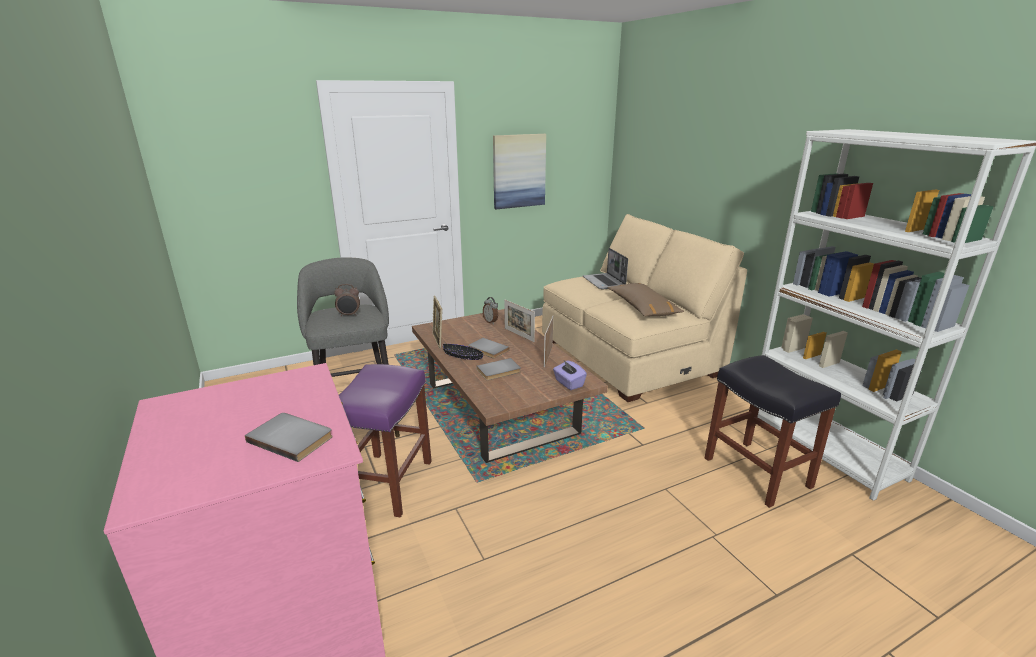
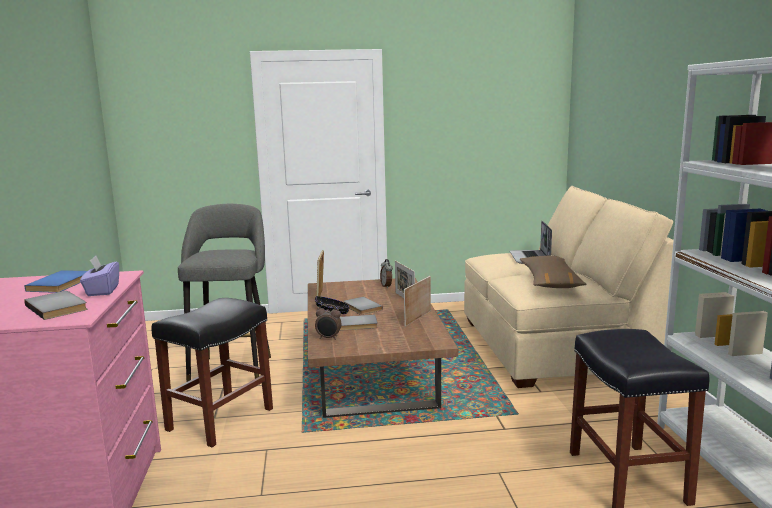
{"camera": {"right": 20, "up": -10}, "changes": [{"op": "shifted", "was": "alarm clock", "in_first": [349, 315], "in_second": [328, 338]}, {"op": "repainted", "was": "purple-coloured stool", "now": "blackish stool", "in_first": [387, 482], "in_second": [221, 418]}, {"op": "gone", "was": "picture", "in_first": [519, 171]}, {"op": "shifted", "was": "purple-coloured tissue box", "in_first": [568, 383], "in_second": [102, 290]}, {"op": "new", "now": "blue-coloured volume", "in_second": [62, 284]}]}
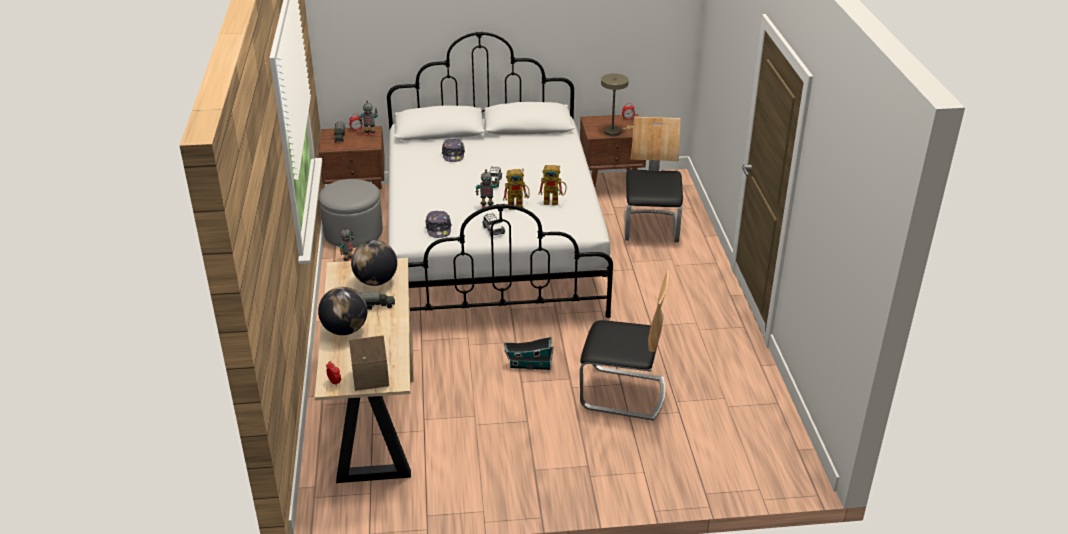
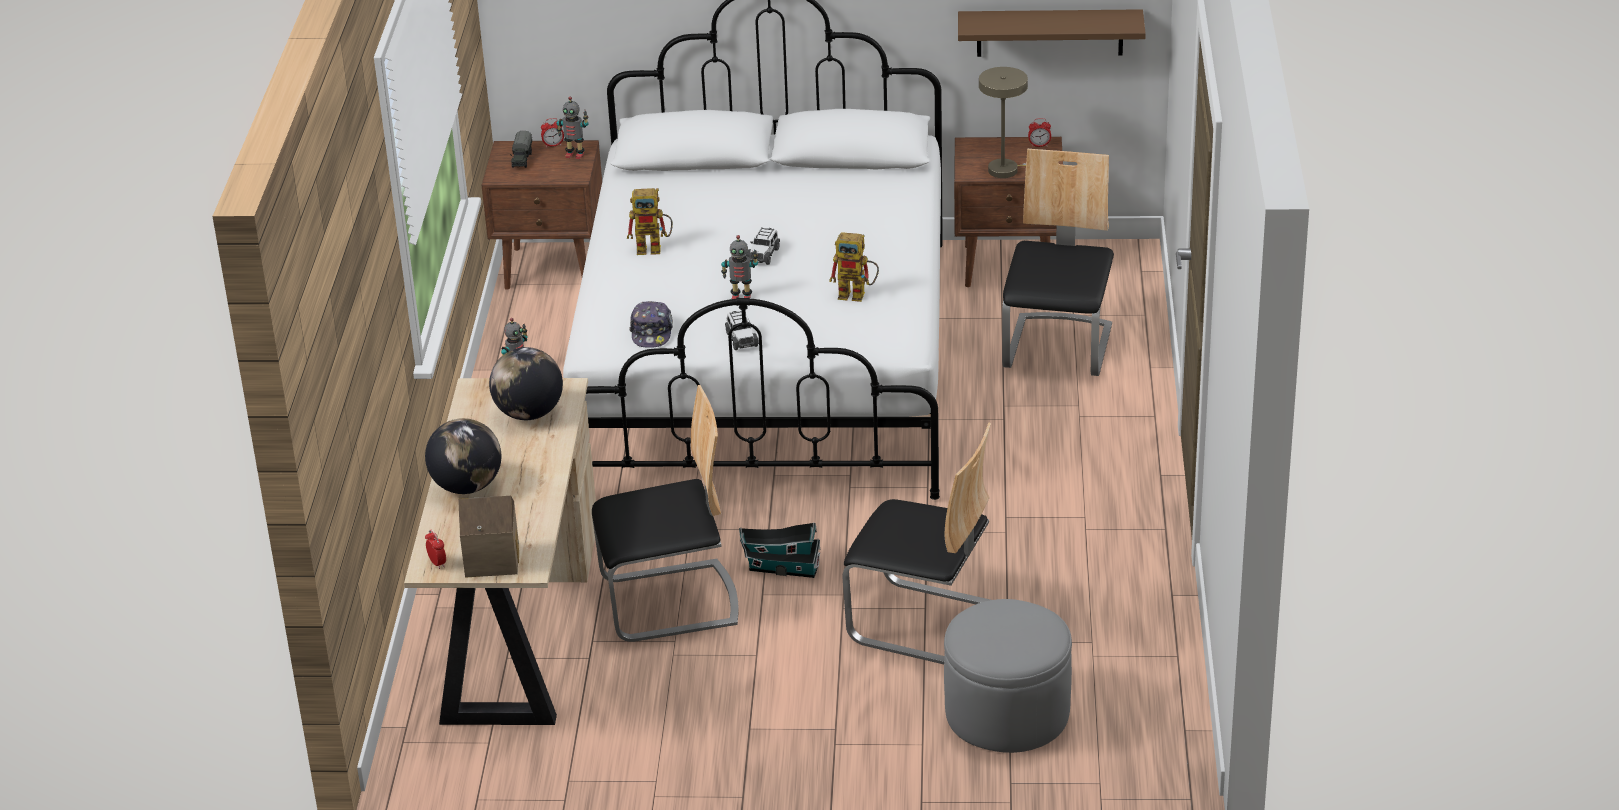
{"camera": {"right": 10, "up": 0}, "changes": [{"op": "shifted", "was": "grey pouffe", "in_first": [353, 232], "in_second": [1007, 712]}, {"op": "gone", "was": "toy lorry", "in_first": [378, 305]}, {"op": "gone", "was": "baseball cap", "in_first": [453, 155]}, {"op": "shifted", "was": "robot figure", "in_first": [518, 205], "in_second": [654, 248]}, {"op": "new", "now": "chair", "in_second": [669, 602]}, {"op": "new", "now": "brown-coloured bracket shelf", "in_second": [1050, 32]}]}
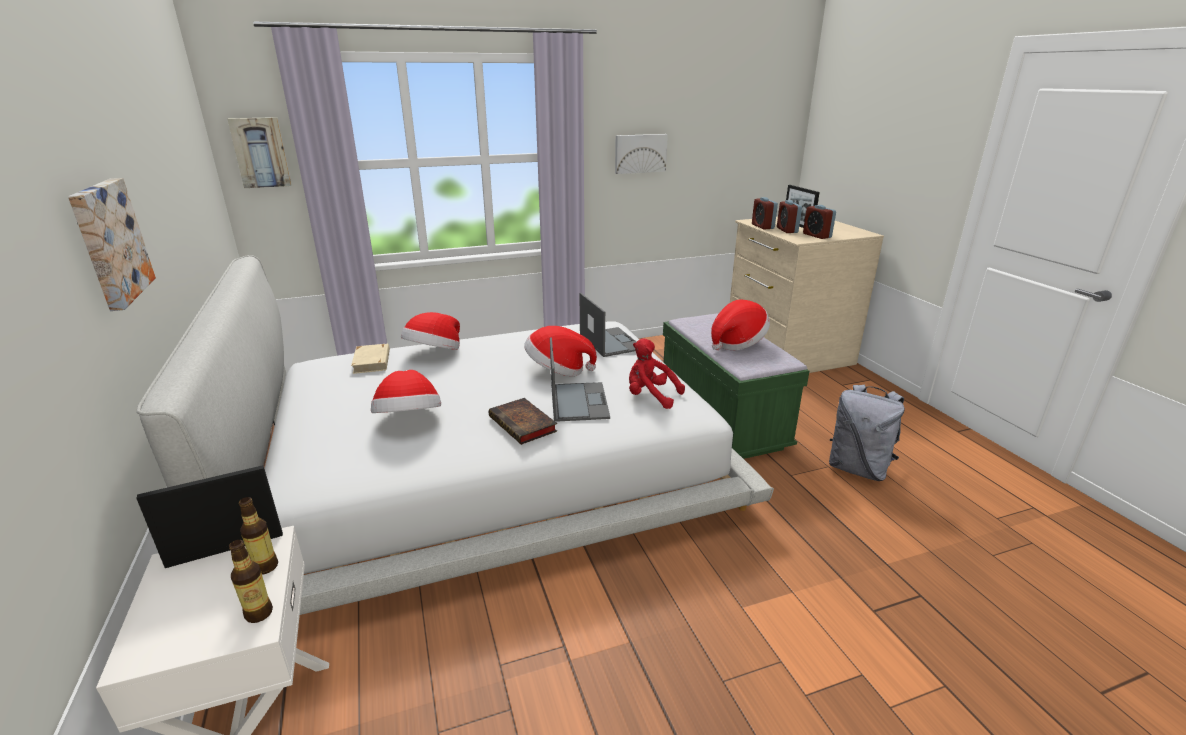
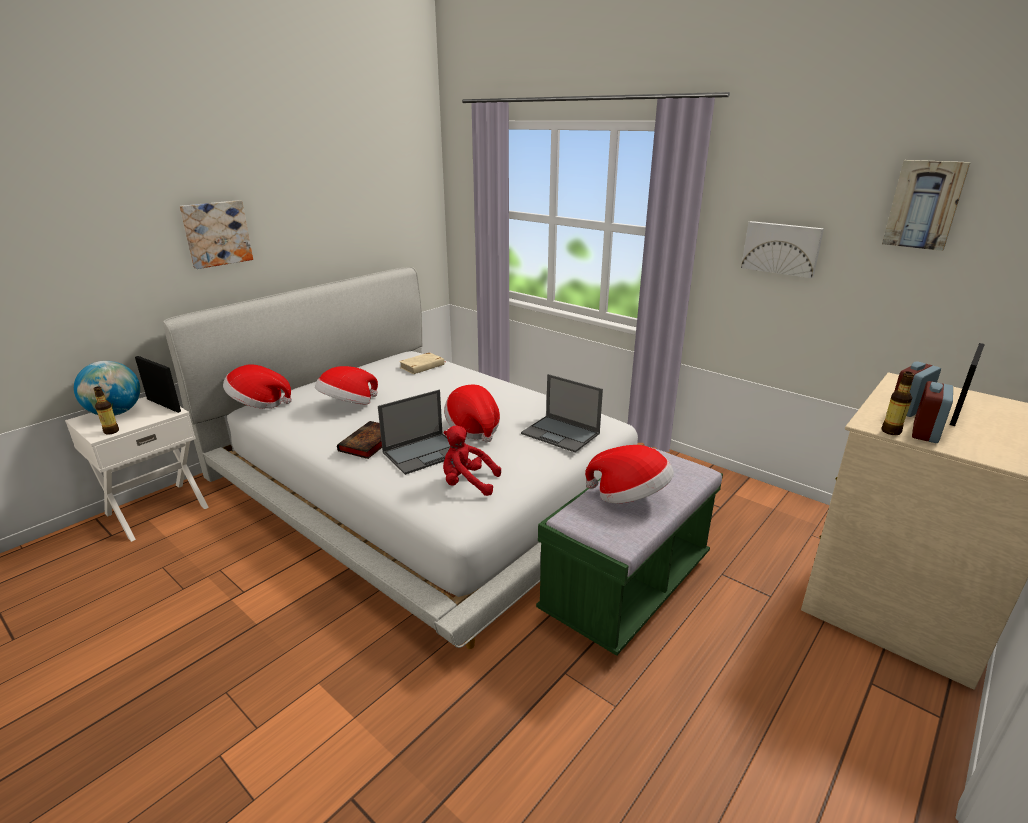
{"camera": {"right": 60, "up": 0}, "changes": [{"op": "shifted", "was": "picture", "in_first": [261, 152], "in_second": [924, 204]}, {"op": "shifted", "was": "bottle", "in_first": [265, 567], "in_second": [890, 431]}, {"op": "shifted", "was": "clothing hat", "in_first": [434, 354], "in_second": [258, 404]}, {"op": "rotated", "was": "laptop", "in_first": [610, 342], "in_second": [561, 434], "clockwise": 90}, {"op": "rotated", "was": "red plush toy", "in_first": [650, 396], "in_second": [467, 483], "clockwise": -75}, {"op": "gone", "was": "alarm clock", "in_first": [762, 226]}, {"op": "gone", "was": "grey backpack", "in_first": [858, 469]}, {"op": "new", "now": "desk globe", "in_second": [116, 413]}]}
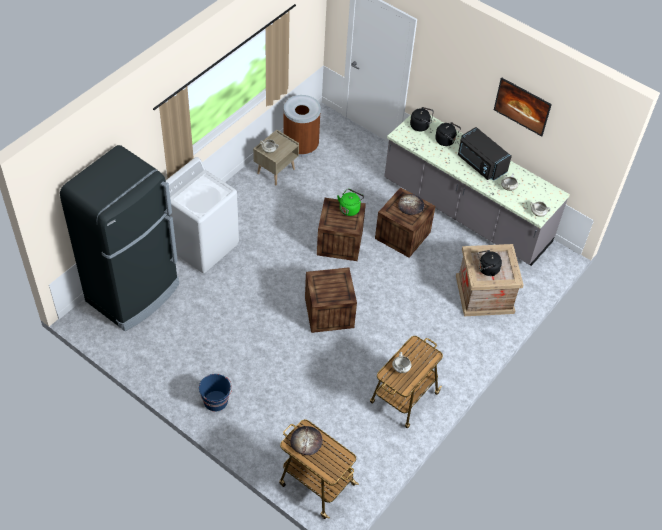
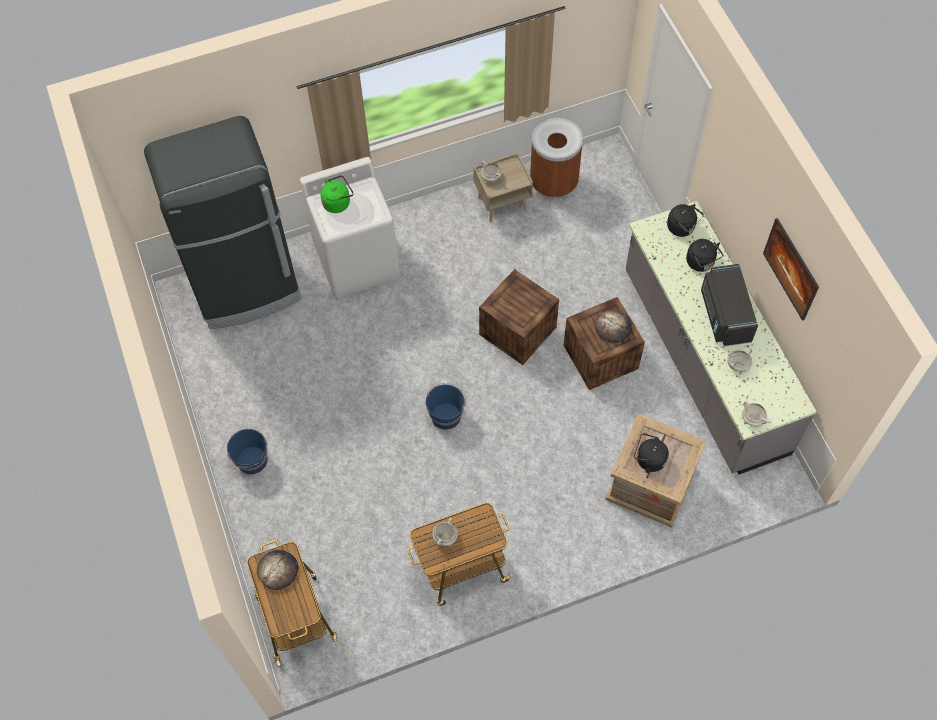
{"camera": {"right": 35, "up": 10}, "changes": [{"op": "swapped", "was": "packing crate", "now": "blue-coloured water bucket", "in_first": [329, 312], "in_second": [446, 415]}, {"op": "shifted", "was": "greenish water kettle", "in_first": [350, 208], "in_second": [338, 202]}]}
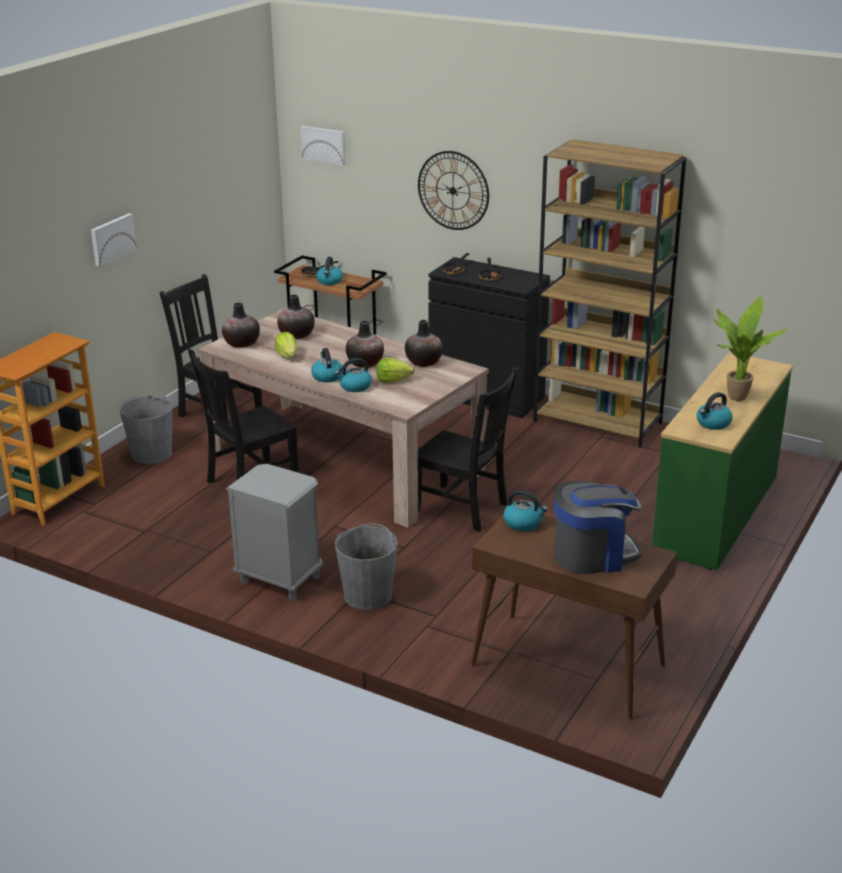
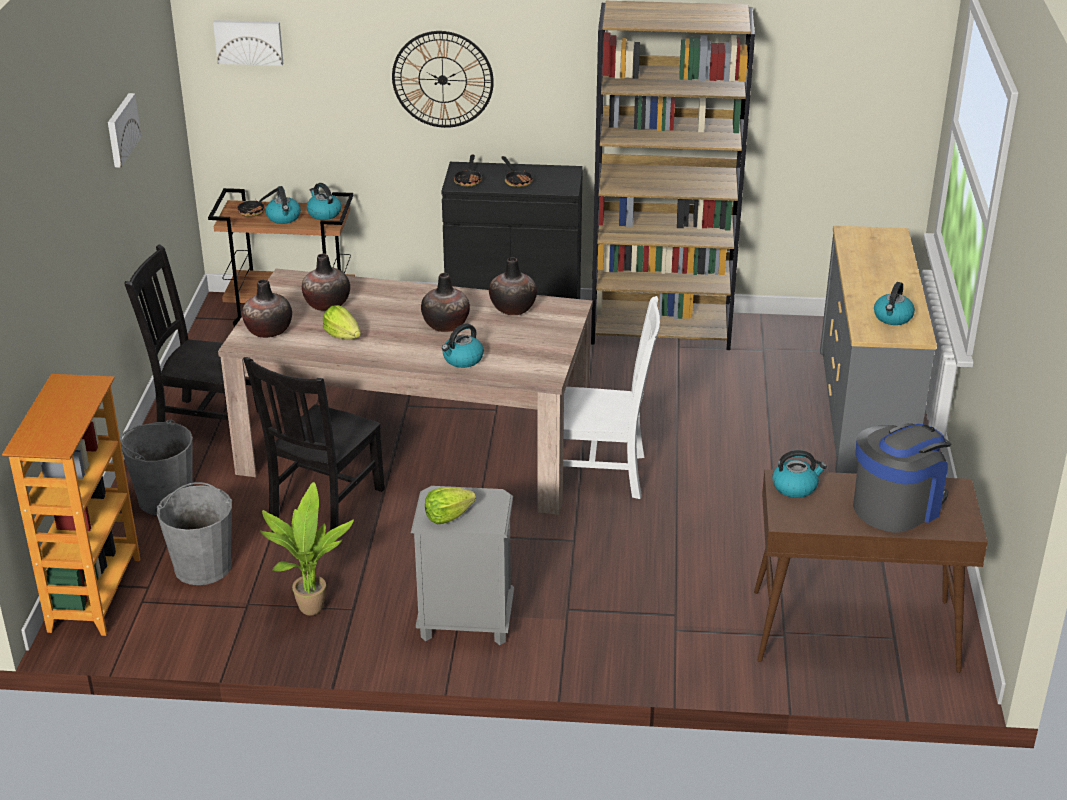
{"camera": {"right": -25, "up": 5}, "changes": [{"op": "shifted", "was": "picture", "in_first": [112, 239], "in_second": [121, 129]}, {"op": "shifted", "was": "water kettle", "in_first": [327, 376], "in_second": [323, 213]}, {"op": "shifted", "was": "grey water bucket", "in_first": [368, 595], "in_second": [203, 566]}, {"op": "shifted", "was": "lettuce", "in_first": [393, 380], "in_second": [448, 516]}, {"op": "repainted", "was": "blackish chair", "now": "white-coloured chair", "in_first": [463, 509], "in_second": [601, 474]}, {"op": "repainted", "was": "greenish dresser", "now": "grey dresser", "in_first": [717, 514], "in_second": [865, 411]}, {"op": "shifted", "was": "houseplant", "in_first": [734, 396], "in_second": [307, 608]}]}
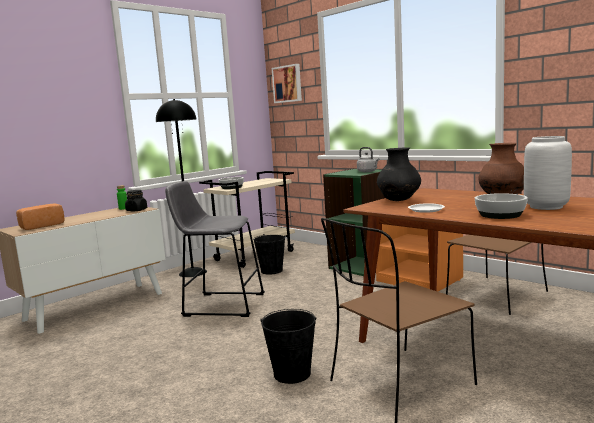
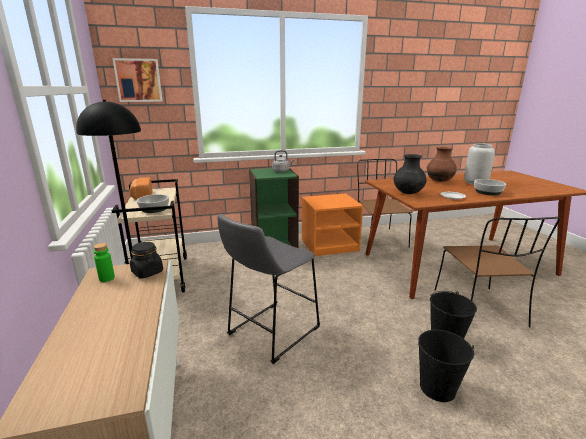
{"camera": {"right": -60, "up": 10}, "changes": [{"op": "shifted", "was": "bakery bread", "in_first": [41, 226], "in_second": [142, 196]}, {"op": "shifted", "was": "blackish water bucket", "in_first": [272, 271], "in_second": [437, 387]}]}
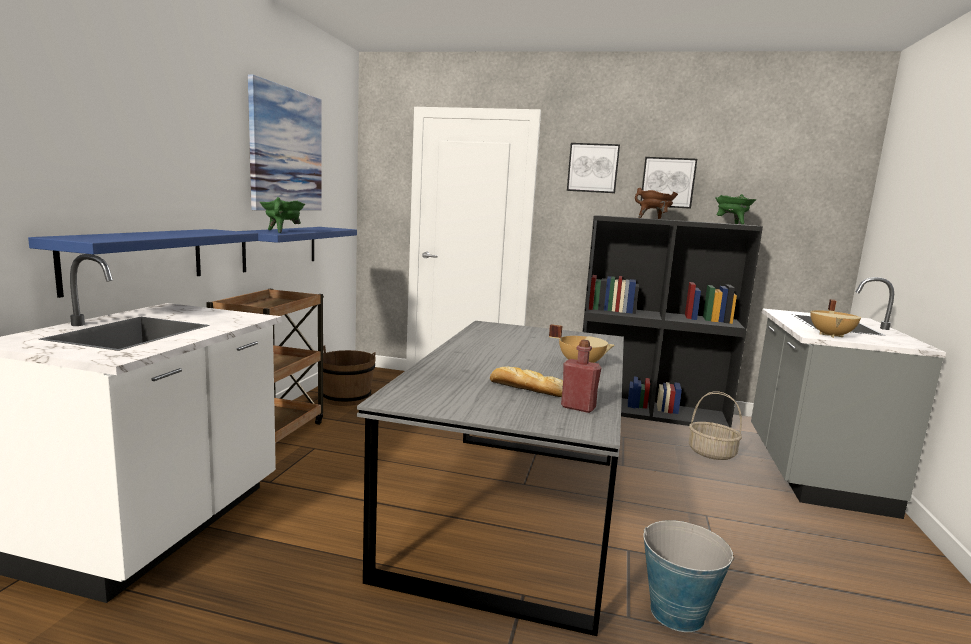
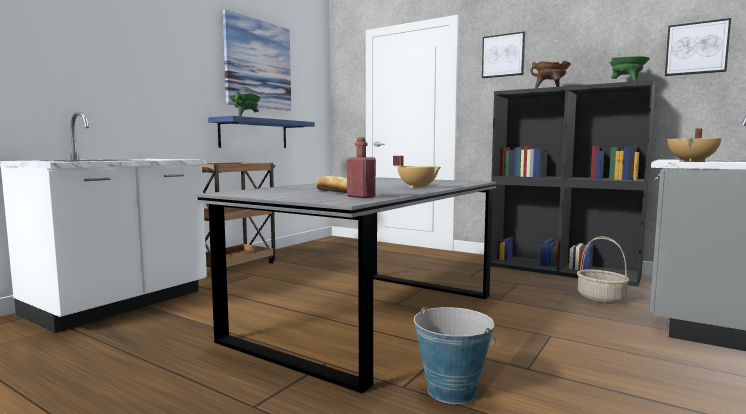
{"camera": {"right": 20, "up": -5}, "changes": [{"op": "gone", "was": "blue-coloured bracket shelf", "in_first": [136, 259]}, {"op": "gone", "was": "brown-coloured water bucket", "in_first": [346, 398]}, {"op": "shifted", "was": "picture", "in_first": [667, 182], "in_second": [696, 48]}]}
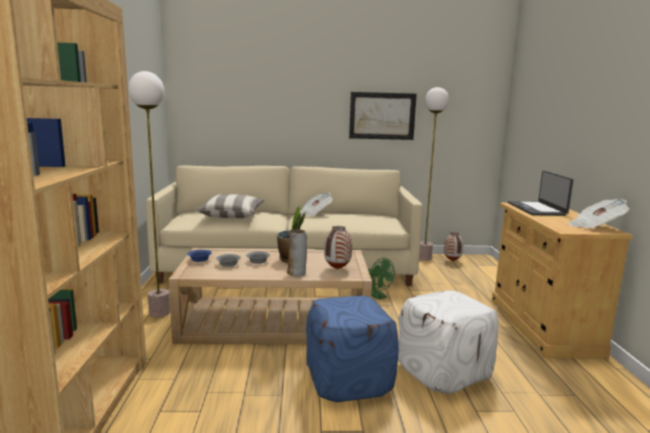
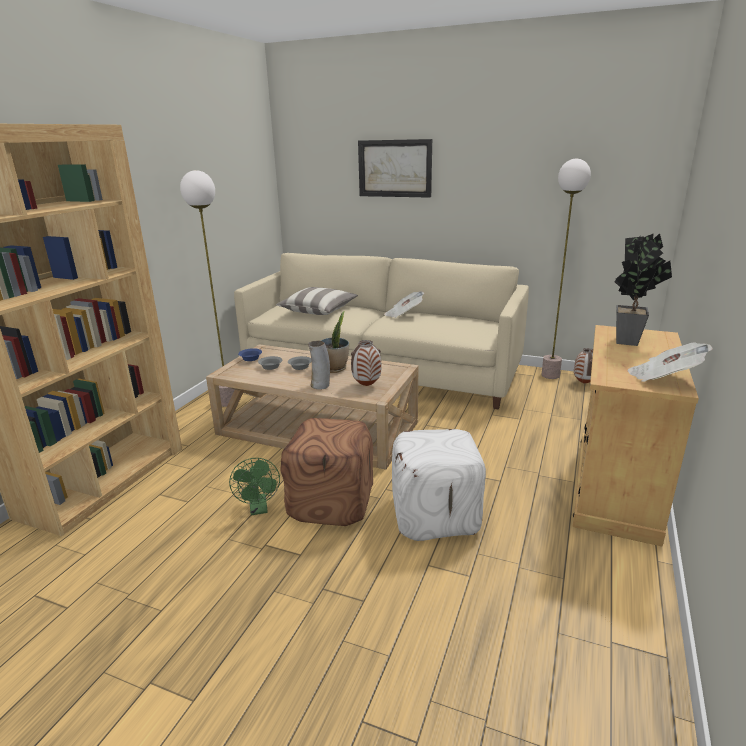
{"camera": {"right": 25, "up": 10}, "changes": [{"op": "repainted", "was": "blue-coloured pouffe", "now": "brown-coloured pouffe", "in_first": [348, 379], "in_second": [333, 502]}, {"op": "shifted", "was": "picture", "in_first": [382, 116], "in_second": [395, 168]}, {"op": "shifted", "was": "greenish electric fan", "in_first": [378, 296], "in_second": [259, 509]}, {"op": "swapped", "was": "laptop", "now": "houseplant", "in_first": [537, 209], "in_second": [629, 340]}]}
